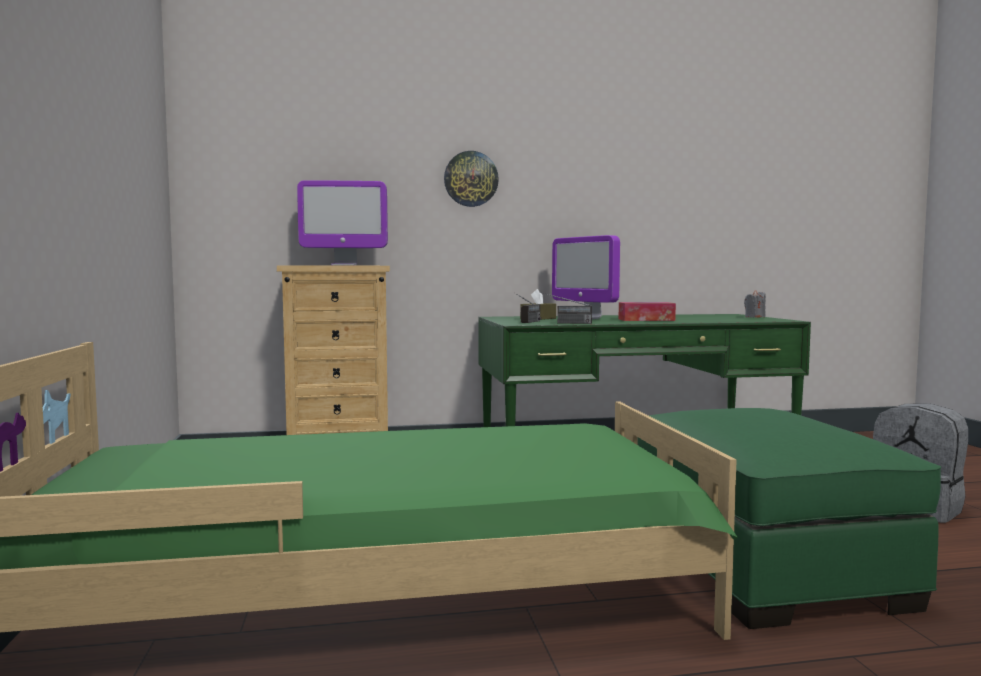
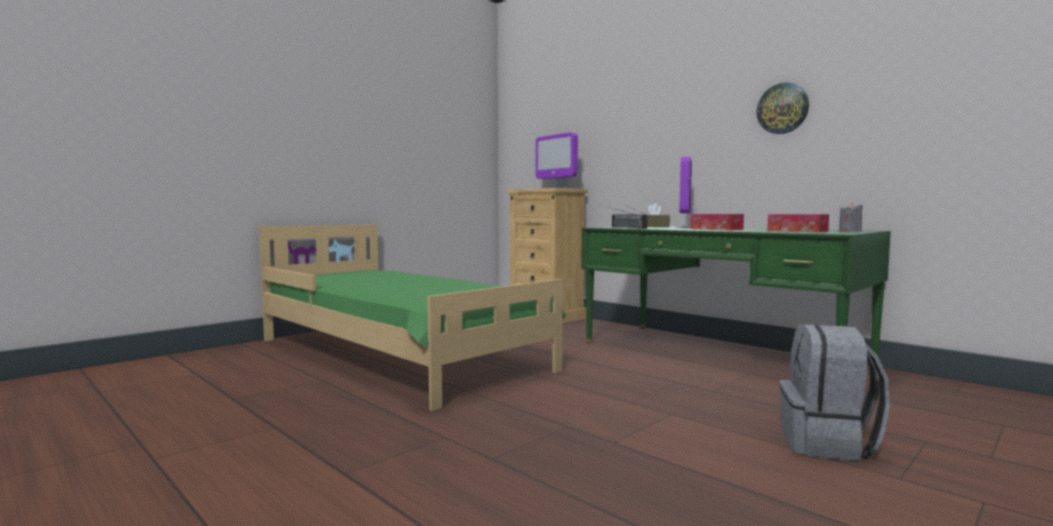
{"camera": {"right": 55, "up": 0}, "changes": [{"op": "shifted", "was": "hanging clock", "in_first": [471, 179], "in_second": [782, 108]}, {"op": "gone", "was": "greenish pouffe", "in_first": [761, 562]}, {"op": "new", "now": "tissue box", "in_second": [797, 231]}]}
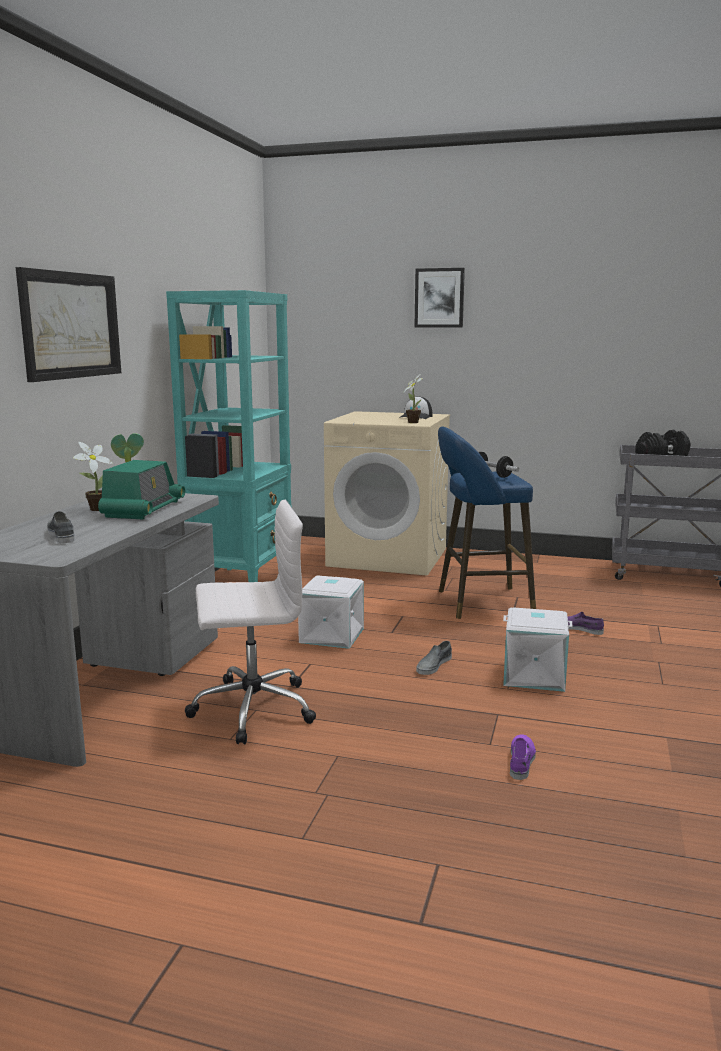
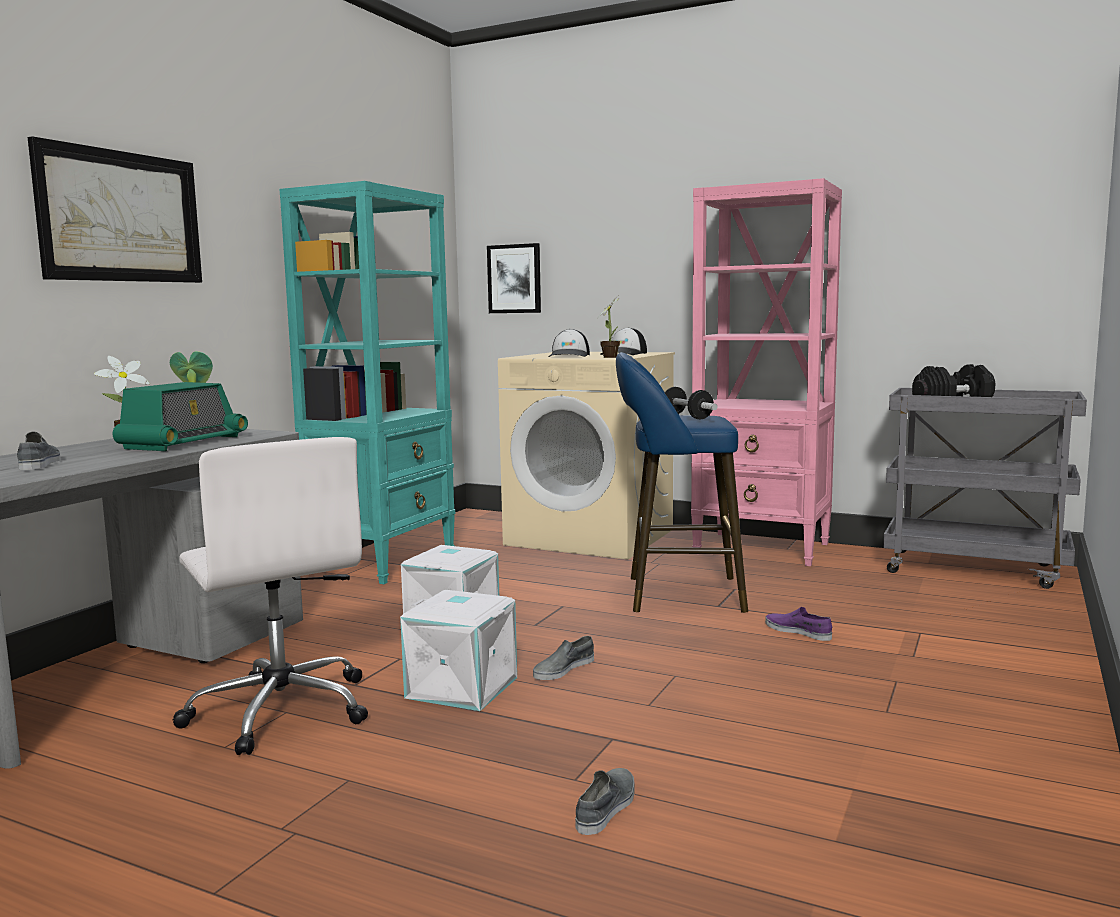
{"camera": {"right": 10, "up": -5}, "changes": [{"op": "rotated", "was": "white-coloured desk chair", "in_first": [251, 709], "in_second": [280, 710], "clockwise": 60}, {"op": "shifted", "was": "picture", "in_first": [439, 298], "in_second": [514, 279]}, {"op": "shifted", "was": "white-coloured storage container", "in_first": [534, 675], "in_second": [463, 687]}, {"op": "repainted", "was": "purple-coloured shoe", "now": "grey shoe", "in_first": [521, 760], "in_second": [606, 807]}, {"op": "new", "now": "baseball cap", "in_second": [569, 356]}, {"op": "new", "now": "pink bookshelf", "in_second": [763, 549]}]}
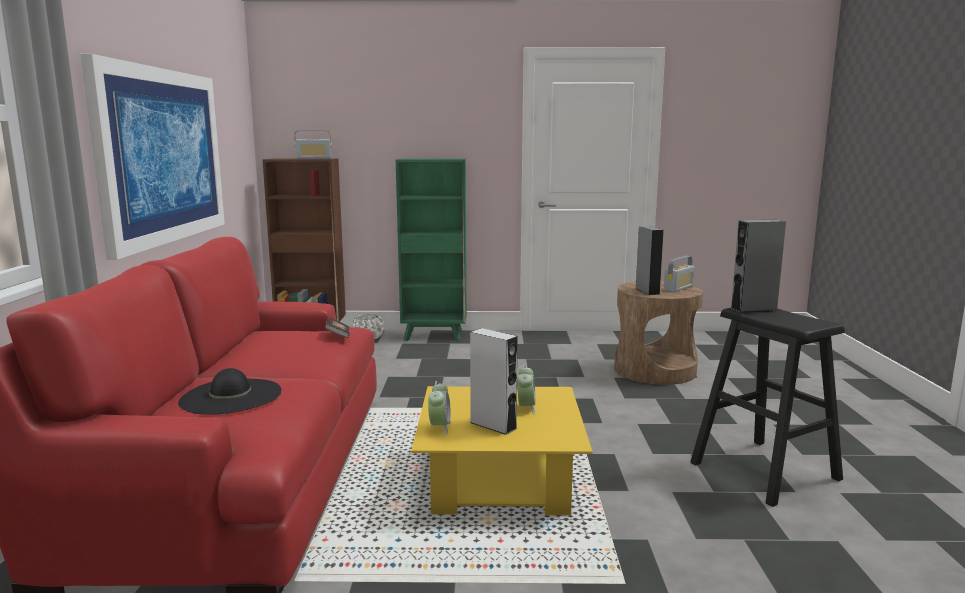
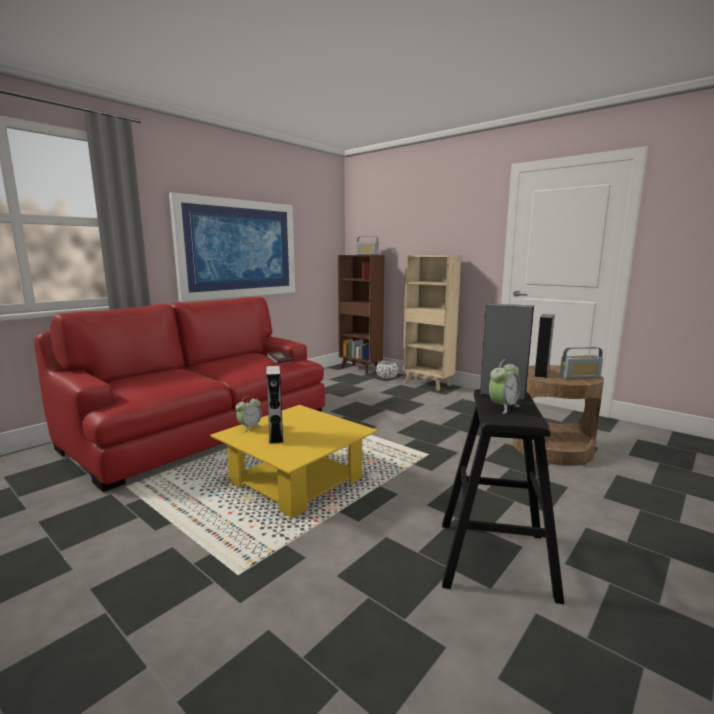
{"camera": {"right": 40, "up": 0}, "changes": [{"op": "gone", "was": "blackish clothing hat", "in_first": [231, 396]}, {"op": "repainted", "was": "greenish bookshelf", "now": "sand-coloured bookshelf", "in_first": [434, 336], "in_second": [428, 384]}, {"op": "shifted", "was": "alarm clock", "in_first": [526, 408], "in_second": [503, 407]}]}
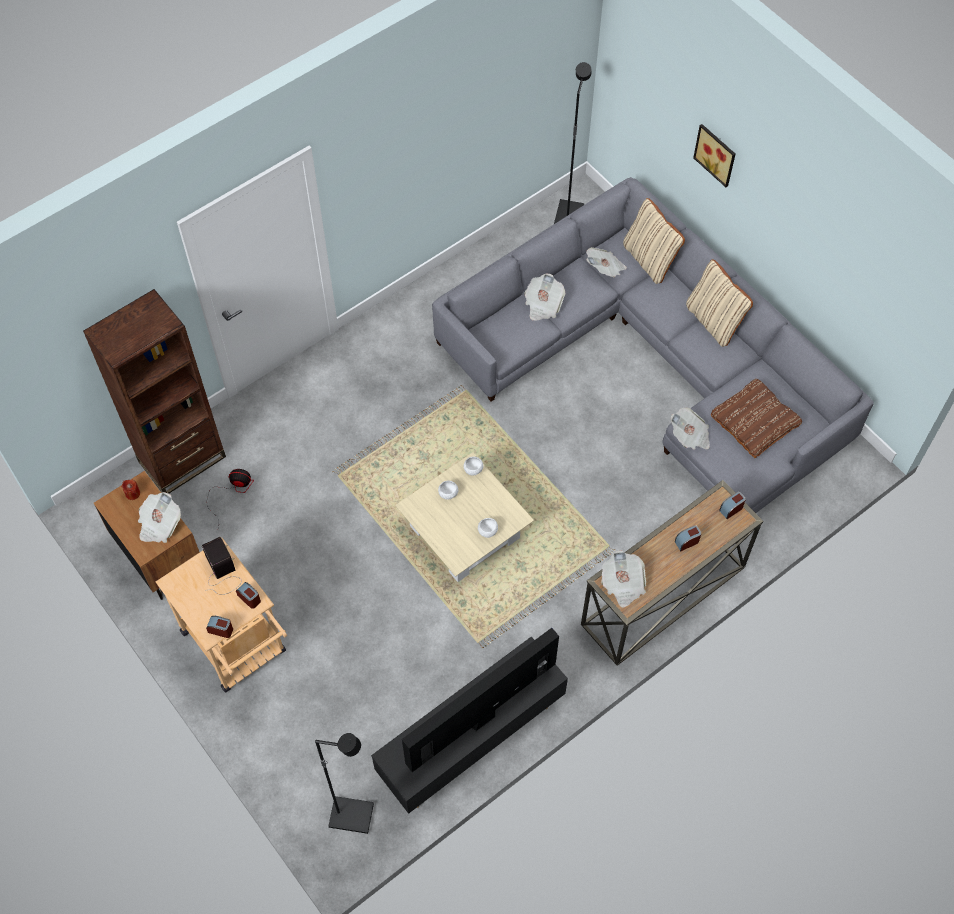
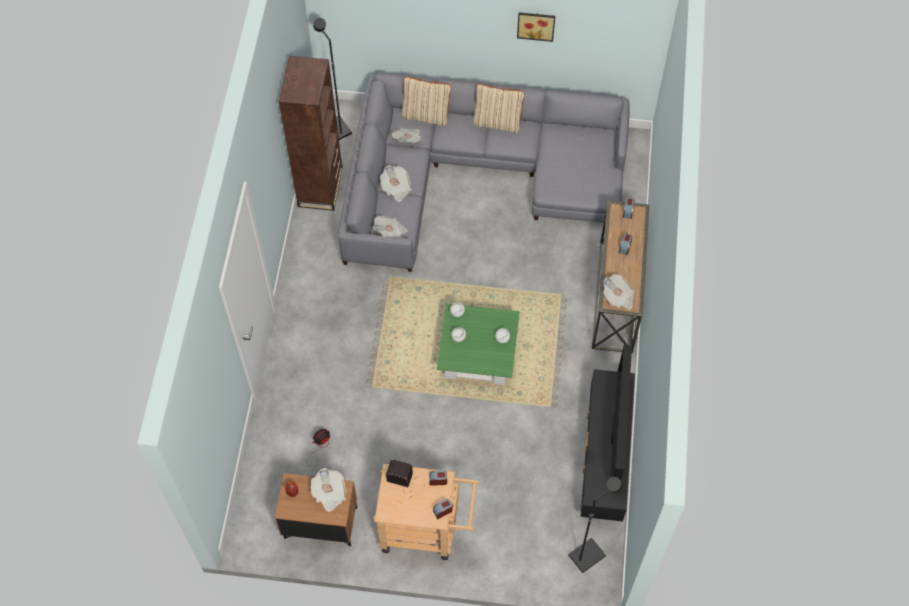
{"camera": {"right": -45, "up": 0}, "changes": [{"op": "shifted", "was": "brown-coloured bookshelf", "in_first": [182, 459], "in_second": [320, 187]}, {"op": "repainted", "was": "sand-coloured lounge table", "now": "greenish lounge table", "in_first": [464, 532], "in_second": [478, 355]}, {"op": "shifted", "was": "printed paper", "in_first": [690, 436], "in_second": [390, 232]}, {"op": "shifted", "was": "picture", "in_first": [716, 154], "in_second": [536, 25]}, {"op": "gone", "was": "brown-coloured pillow", "in_first": [754, 421]}]}
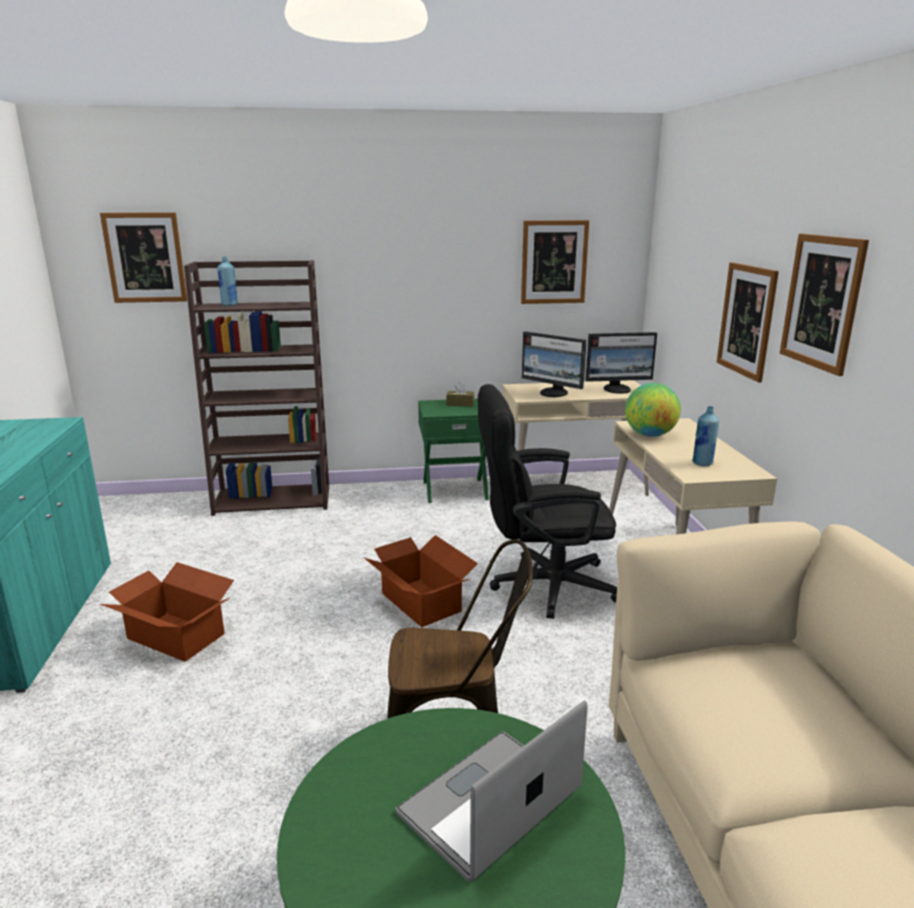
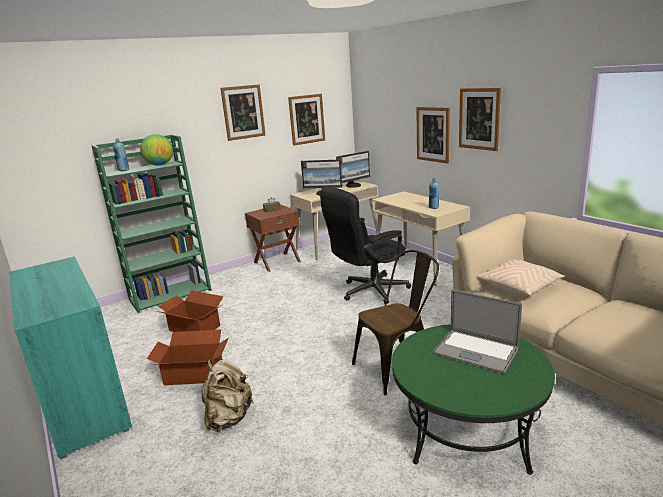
{"camera": {"right": -25, "up": 0}, "changes": [{"op": "shifted", "was": "picture", "in_first": [145, 258], "in_second": [243, 112]}, {"op": "repainted", "was": "brown-coloured bookshelf", "now": "greenish bookshelf", "in_first": [274, 500], "in_second": [171, 294]}, {"op": "shifted", "was": "carton", "in_first": [421, 602], "in_second": [194, 328]}, {"op": "rotated", "was": "laptop", "in_first": [490, 802], "in_second": [475, 351], "clockwise": -75}, {"op": "repainted", "was": "greenish nightstand", "now": "brown-coloured nightstand", "in_first": [455, 489], "in_second": [277, 262]}, {"op": "shifted", "was": "desk globe", "in_first": [650, 435], "in_second": [159, 165]}, {"op": "new", "now": "sand-coloured backpack", "in_second": [228, 418]}, {"op": "new", "now": "sand-coloured pillow", "in_second": [519, 287]}]}
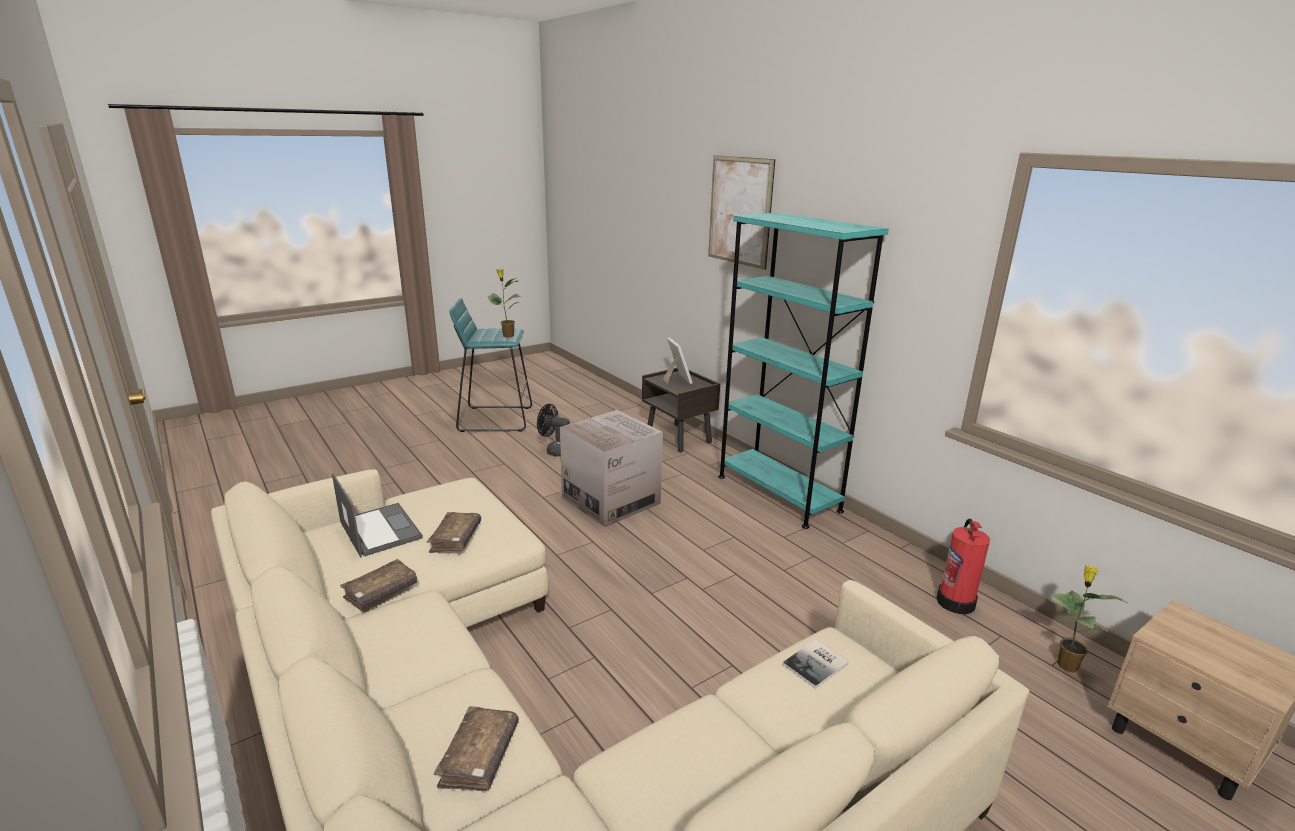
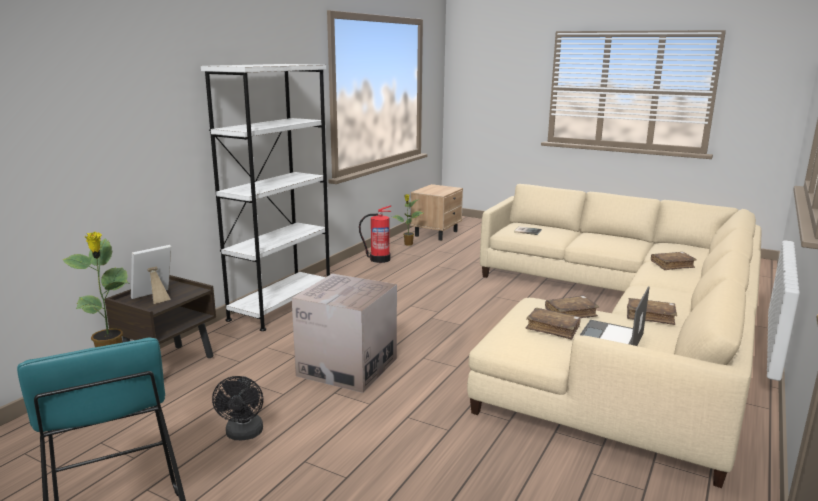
{"camera": {"right": -115, "up": -5}, "changes": [{"op": "gone", "was": "picture", "in_first": [739, 211]}, {"op": "repainted", "was": "turquoise bookshelf", "now": "white-coloured bookshelf", "in_first": [778, 493], "in_second": [281, 306]}, {"op": "new", "now": "brown-coloured volume", "in_second": [553, 328]}]}
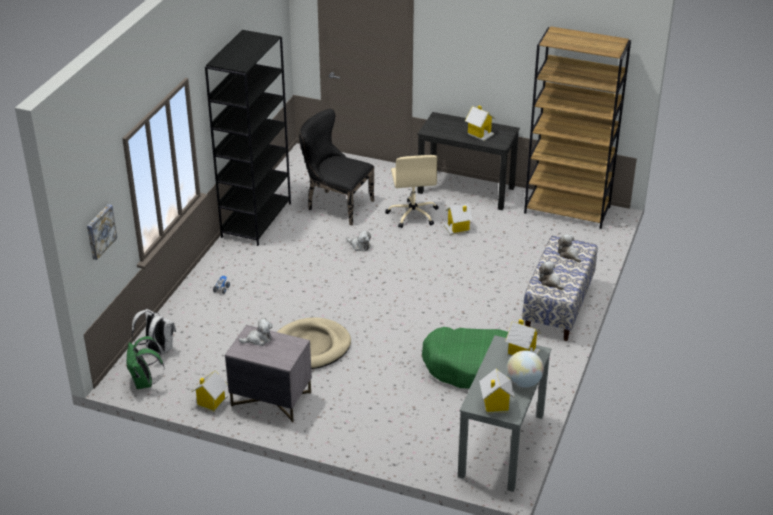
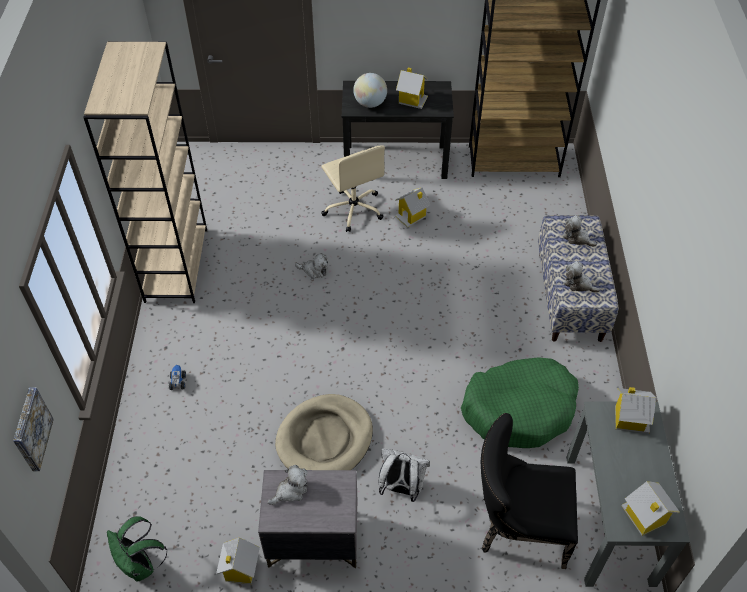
{"camera": {"right": -20, "up": 15}, "changes": [{"op": "shifted", "was": "white-coloured backpack", "in_first": [157, 349], "in_second": [401, 488]}, {"op": "repainted", "was": "blackish bookshelf", "now": "sand-coloured bookshelf", "in_first": [256, 219], "in_second": [176, 264]}, {"op": "shifted", "was": "blackish chair", "in_first": [336, 205], "in_second": [516, 527]}, {"op": "shifted", "was": "desk globe", "in_first": [523, 382], "in_second": [370, 103]}]}
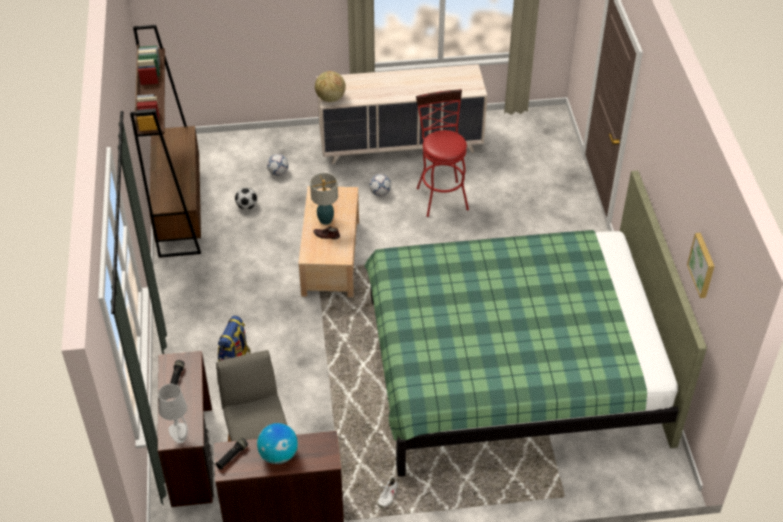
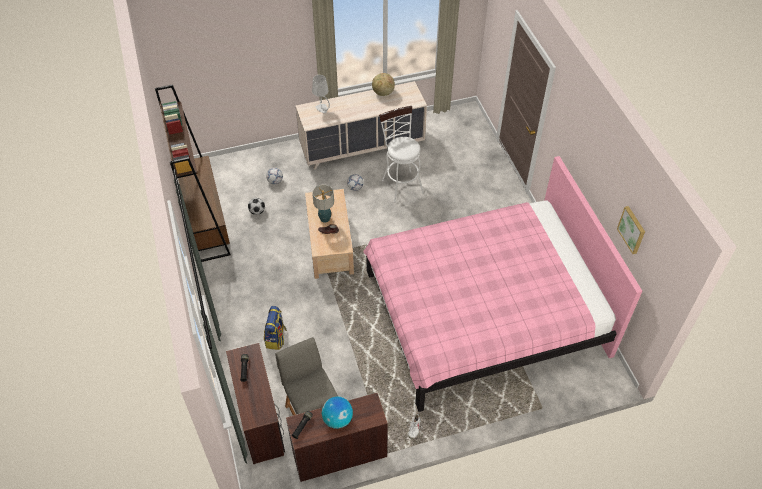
{"camera": {"right": -10, "up": 5}, "changes": [{"op": "shifted", "was": "grey tabletop lamp", "in_first": [179, 433], "in_second": [322, 108]}, {"op": "shifted", "was": "desk globe", "in_first": [330, 98], "in_second": [383, 93]}, {"op": "repainted", "was": "greenish sleeping bed", "now": "pink sleeping bed", "in_first": [513, 366], "in_second": [483, 312]}, {"op": "repainted", "was": "red stool", "now": "white-coloured stool", "in_first": [441, 195], "in_second": [400, 184]}]}
